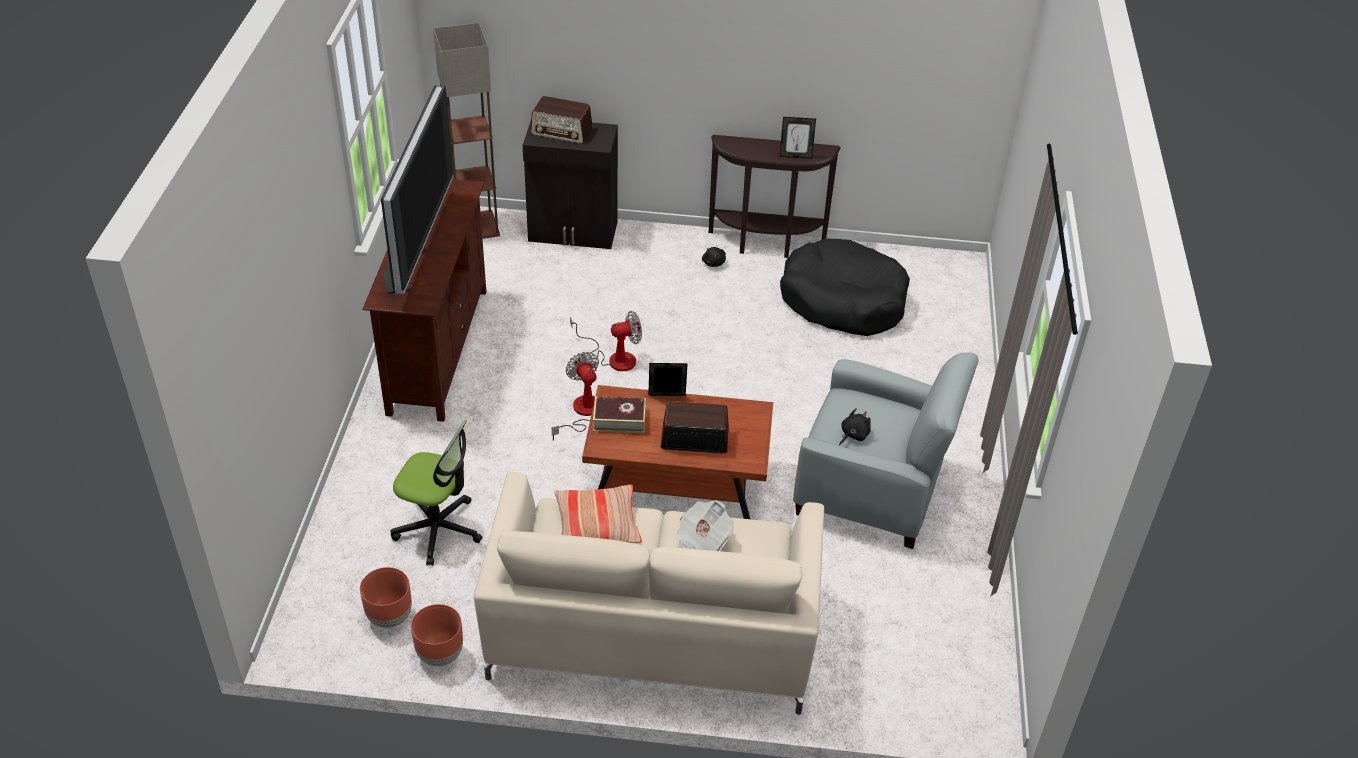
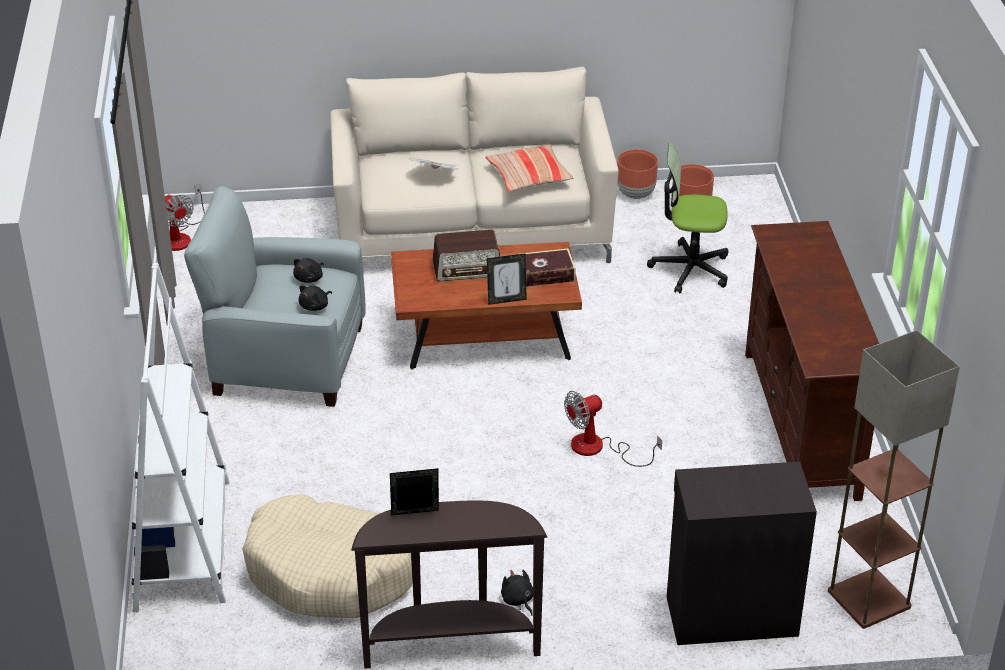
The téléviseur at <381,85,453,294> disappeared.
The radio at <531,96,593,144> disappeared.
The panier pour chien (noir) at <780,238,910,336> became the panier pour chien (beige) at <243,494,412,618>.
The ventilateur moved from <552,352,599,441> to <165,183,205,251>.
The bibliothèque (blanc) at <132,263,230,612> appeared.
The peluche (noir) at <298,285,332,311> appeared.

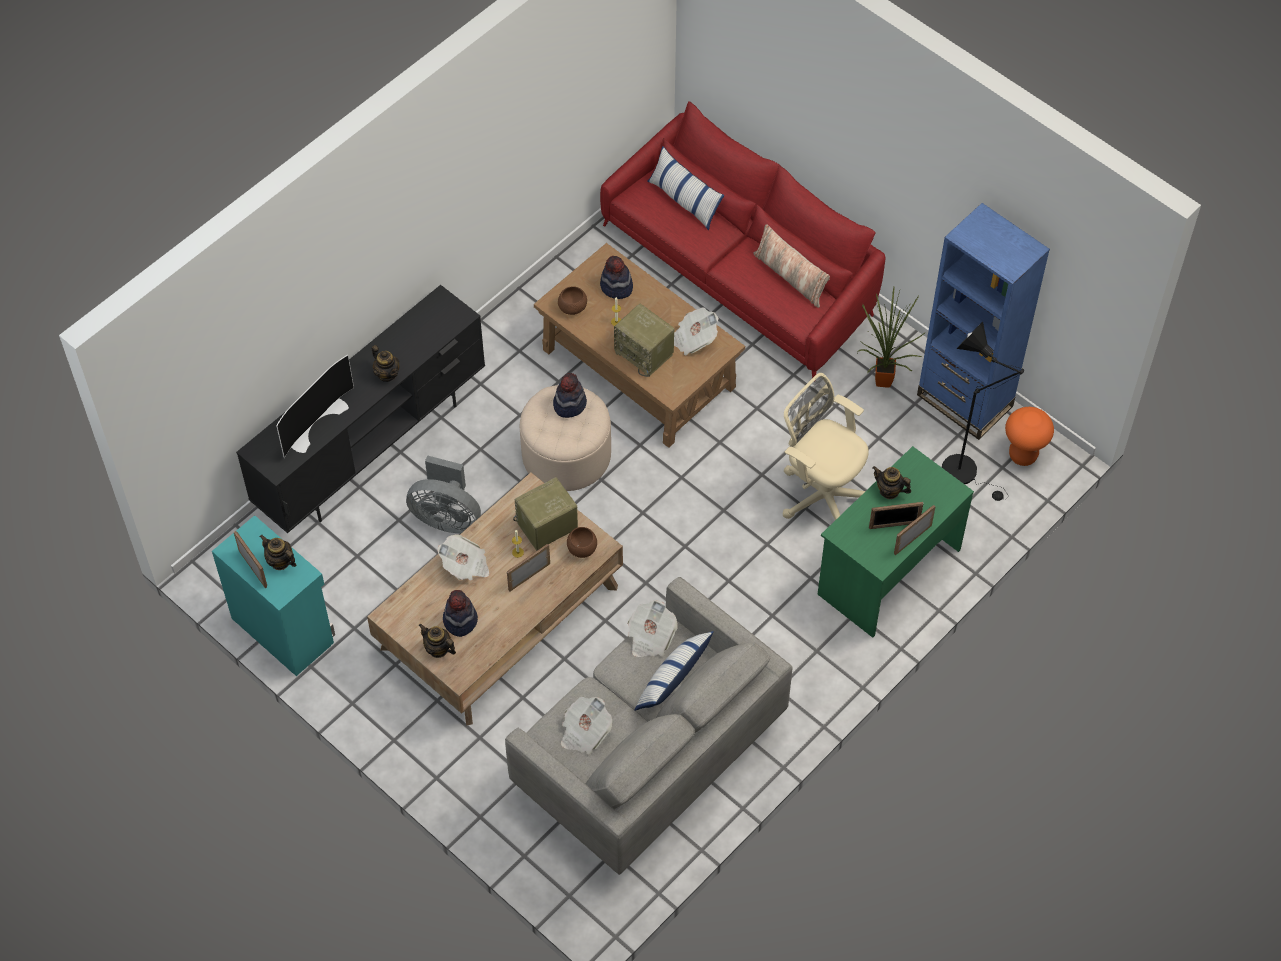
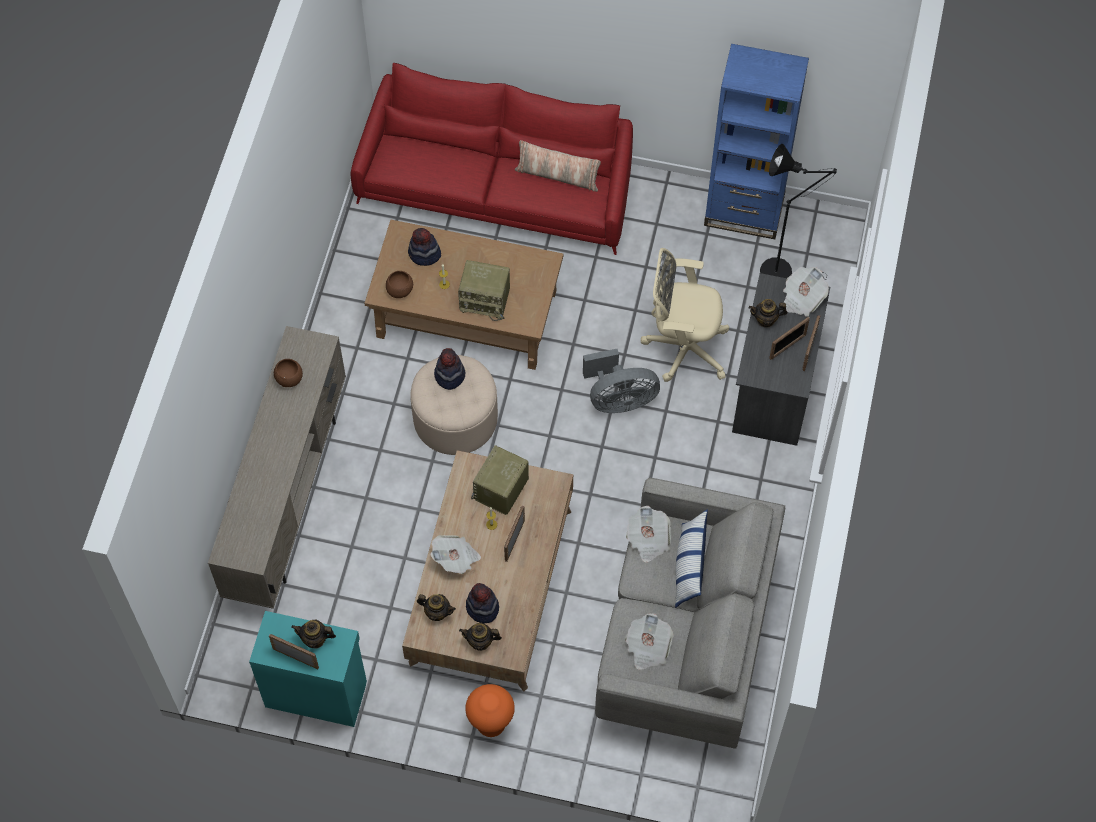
The coussin at <647,146,724,230> disappeared.
The meuble télé (noir) at <236,285,485,533> became the meuble télé (beige) at <208,326,346,609>.
The plante en pot at <857,287,926,388> disappeared.
The journal moved from <674,308,719,355> to <783,267,829,316>.
The théière moved from <372,345,400,382> to <417,594,456,621>.
The téléviseur at <276,355,354,458> disappeared.
The tabouret (orange) moved from <1005,407,1054,466> to <465,684,515,737>.
The bureau (vert) at <818,446,974,638> became the bureau (gris) at <732,273,830,446>.
The ventilateur (gris) moved from <406,455,481,533> to <583,349,660,413>.
The bol (marron) moved from <567,527,597,558> to <274,359,303,387>.

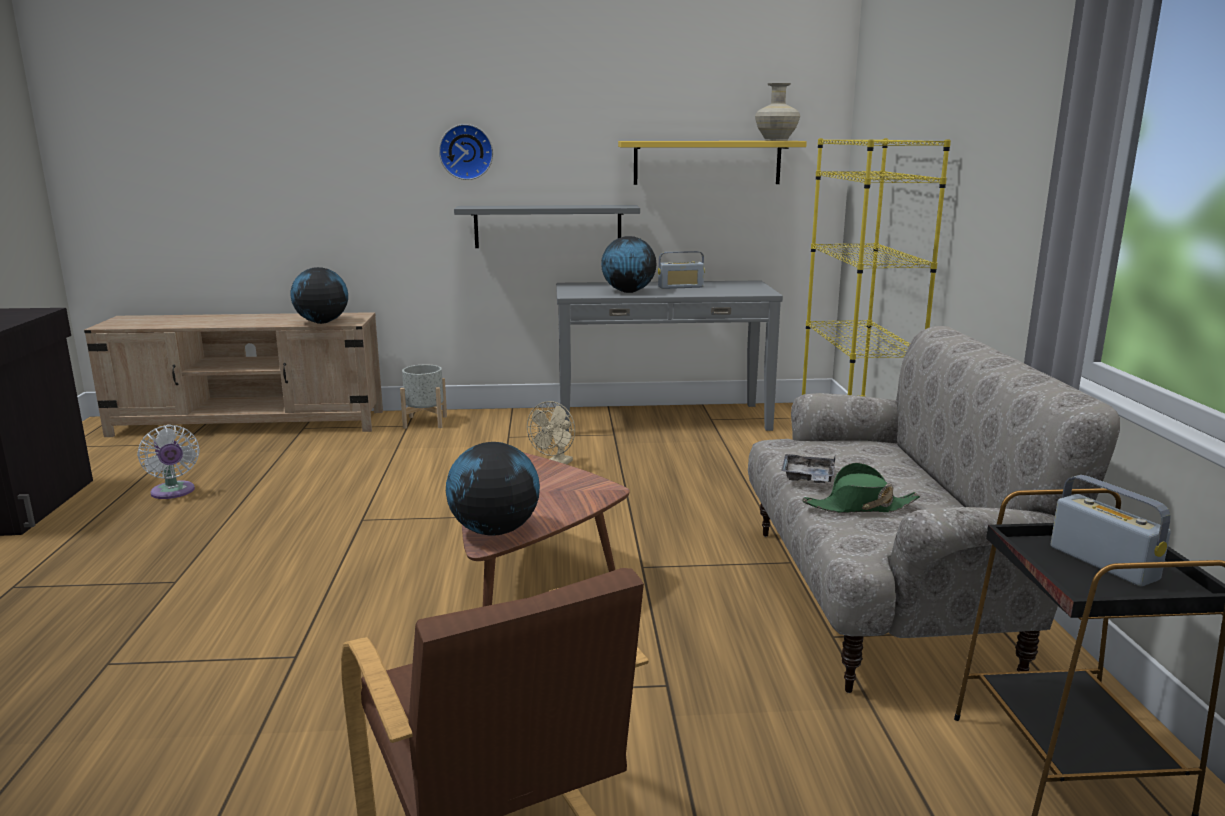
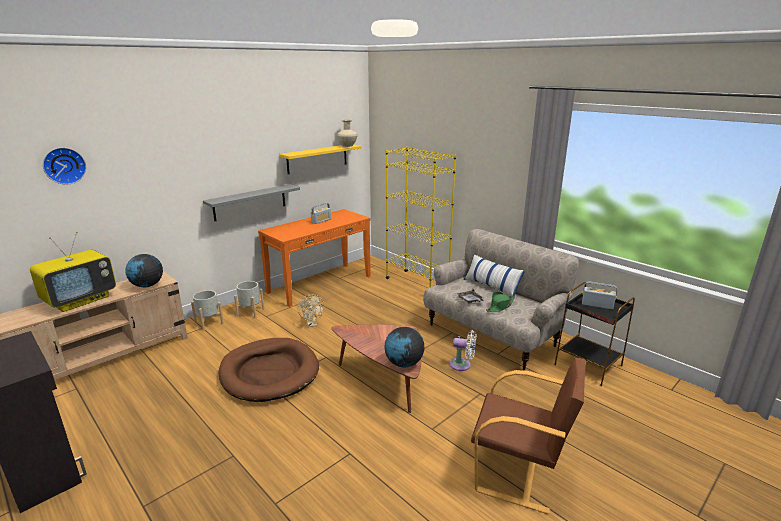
The horloge murale moved from <439,124,493,180> to <43,148,86,185>.
The globe at <601,236,656,293> disappeared.
The table console (gris) at <556,280,783,432> became the table console (orange) at <258,209,371,307>.
The ventilateur (blanc) moved from <137,425,200,499> to <449,330,477,371>.
The téléviseur at <30,232,116,312> appeared.
The coussin at <464,255,525,296> appeared.
The cache-pot (gris) at <234,281,264,318> appeared.
The panier pour chien (marron) at <219,338,319,402> appeared.

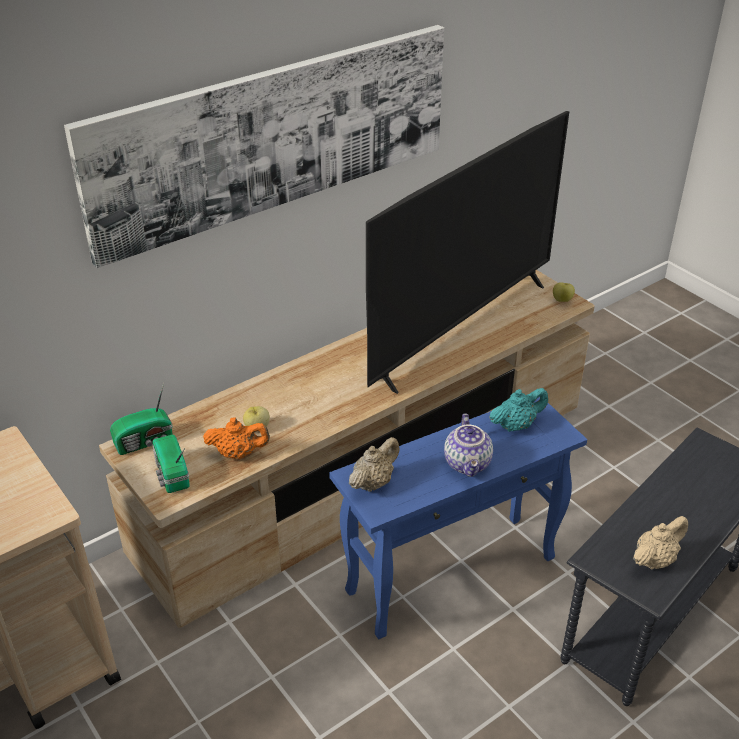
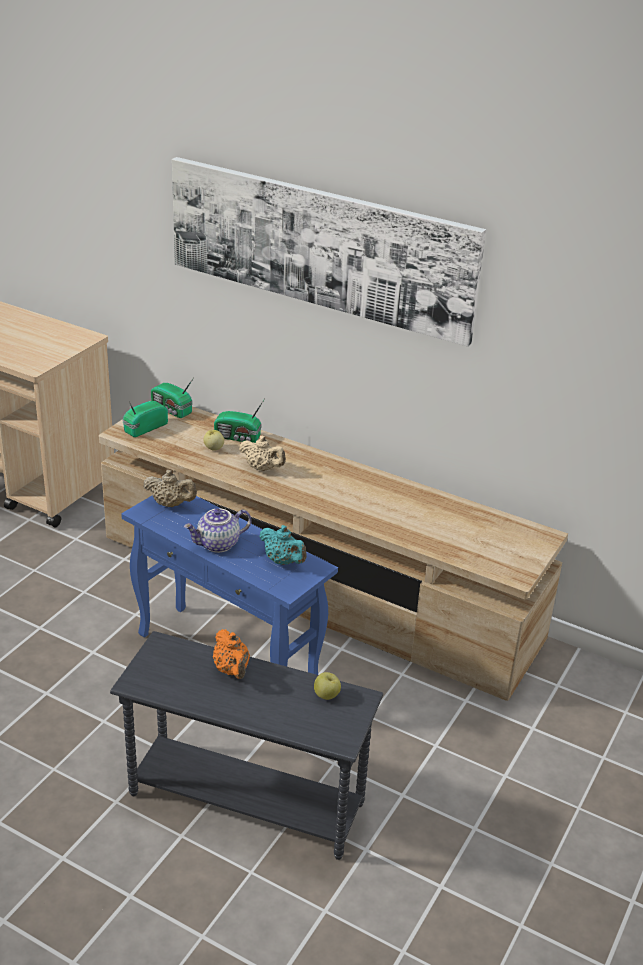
The téléviseur at <366,111,569,394> disappeared.
The pomme moved from <553,282,575,302> to <314,672,341,700>.
The théière (orange) moved from <203,417,270,459> to <213,629,250,679>.
The théière (beige) moved from <633,516,688,569> to <239,436,286,471>.
The radio at <214,398,265,443> appeared.

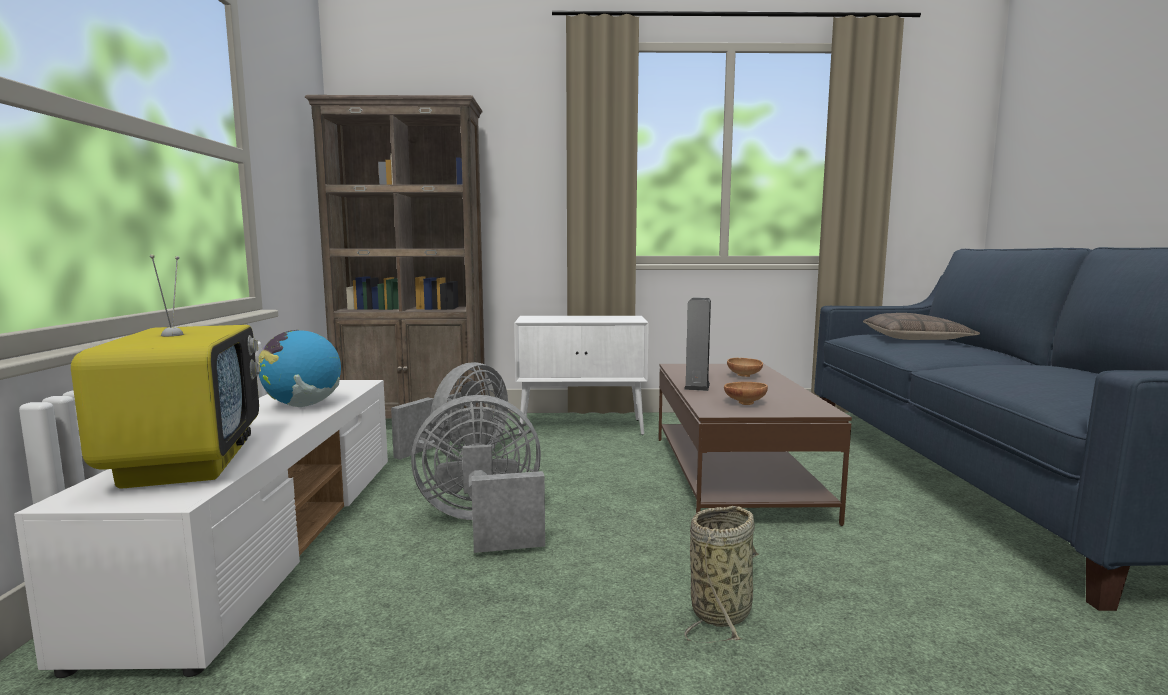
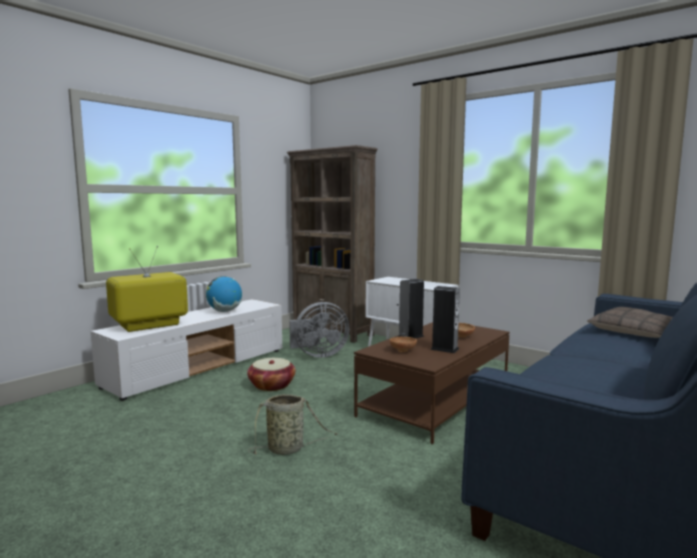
The téléviseur at <71,254,260,489> turned 150 degrees counterclockwise.
The ventilateur (gris) at <411,395,545,553> was replaced by the panier at <247,358,296,391>.
The enceinte at <430,286,460,353> appeared.

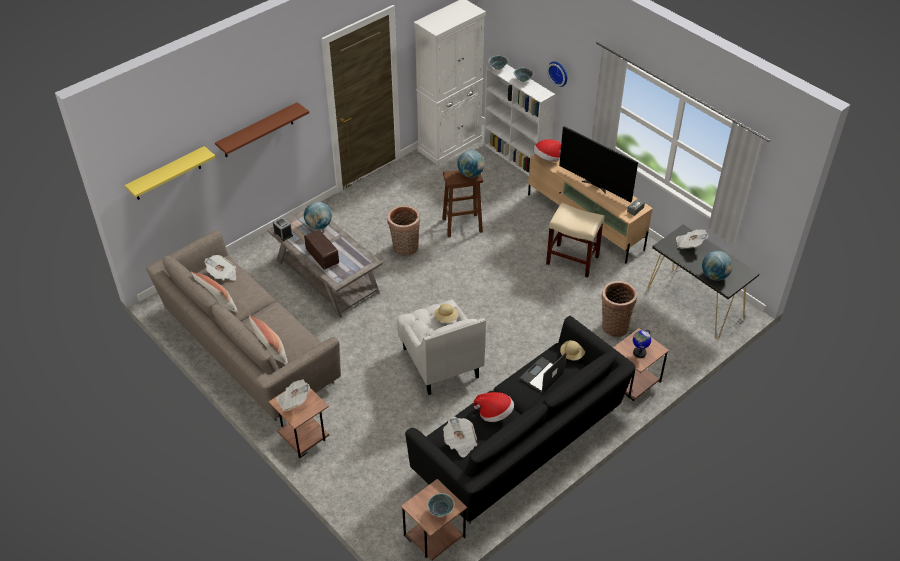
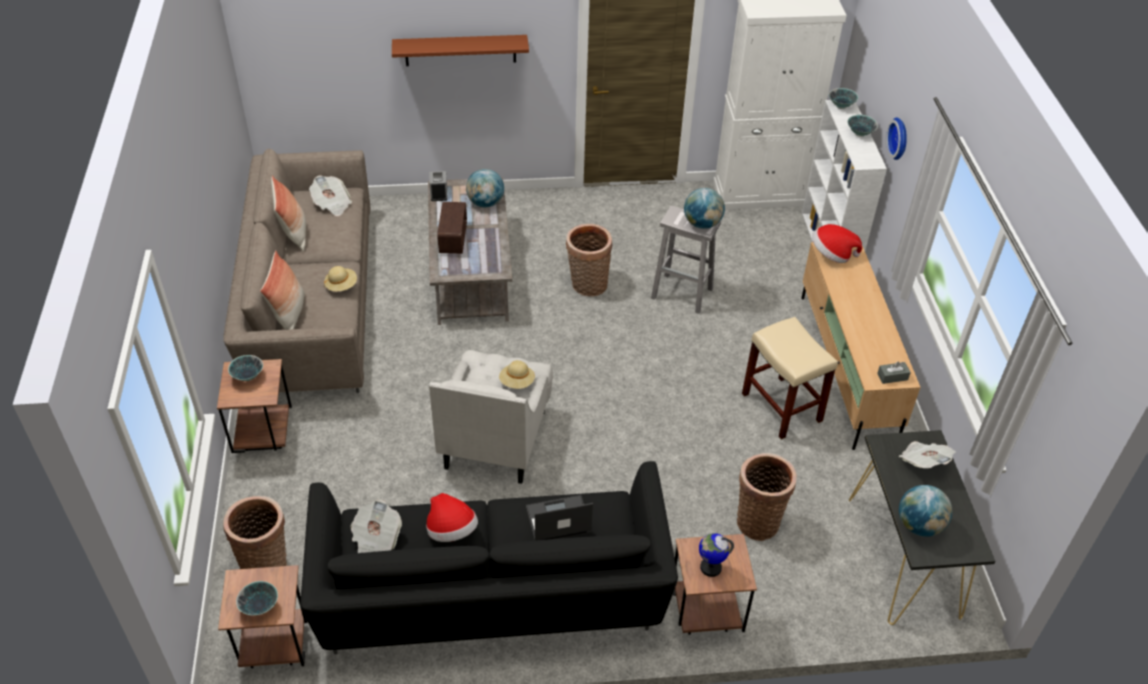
The téléviseur at <559,126,638,202> disappeared.
The étagère (jaune) at <125,146,216,200> disappeared.
The tabouret (marron) at <442,170,483,237> became the tabouret (blanc) at <651,206,721,314>.
The chapeau (beige) moved from <560,340,585,360> to <324,266,357,292>.
The journal at <276,379,310,411> was replaced by the bol at <228,355,263,381>.
The panier at <223,496,287,569> appeared.

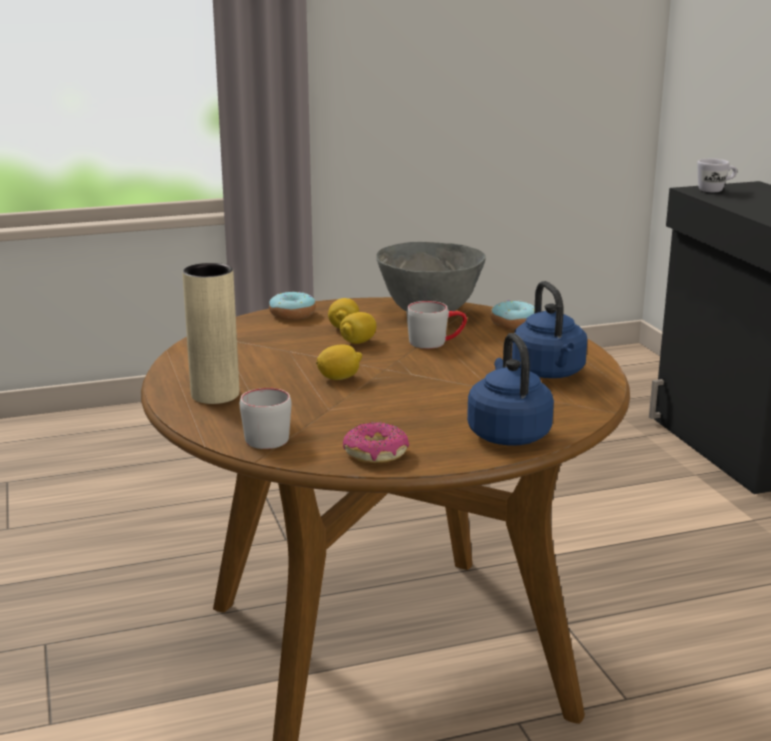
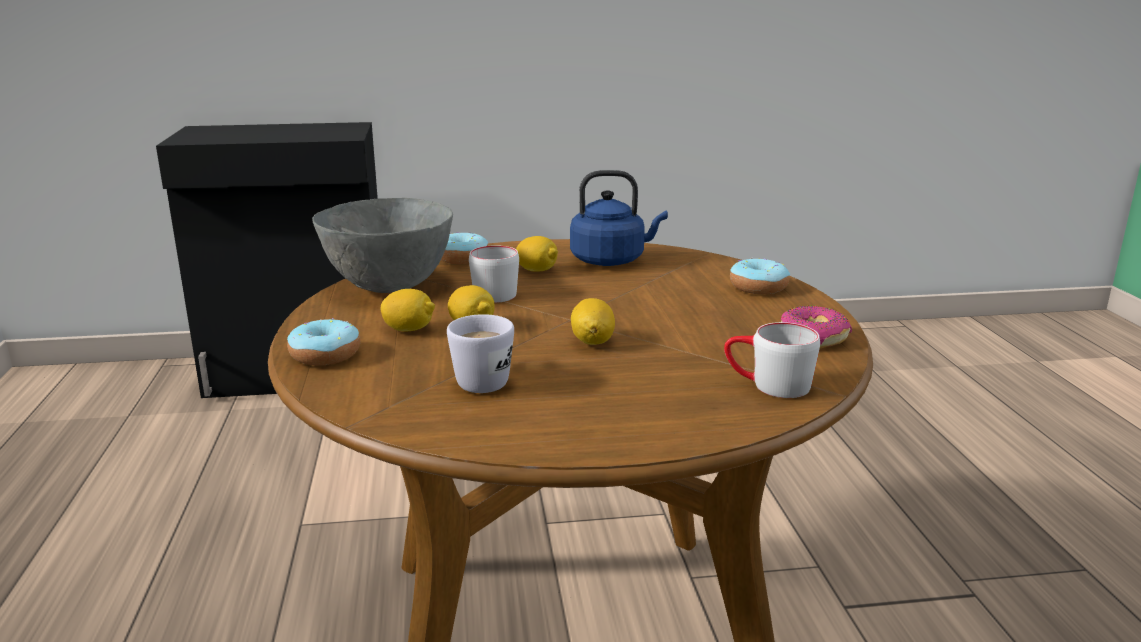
The mug (blanc) moved from <697,159,737,192> to <447,314,514,393>.
The vase (beige) at <182,263,239,404> disappeared.
The bouilloire (bleu) at <467,333,554,445> was replaced by the beignet at <730,257,790,294>.
The citron at <516,236,558,272> appeared.

